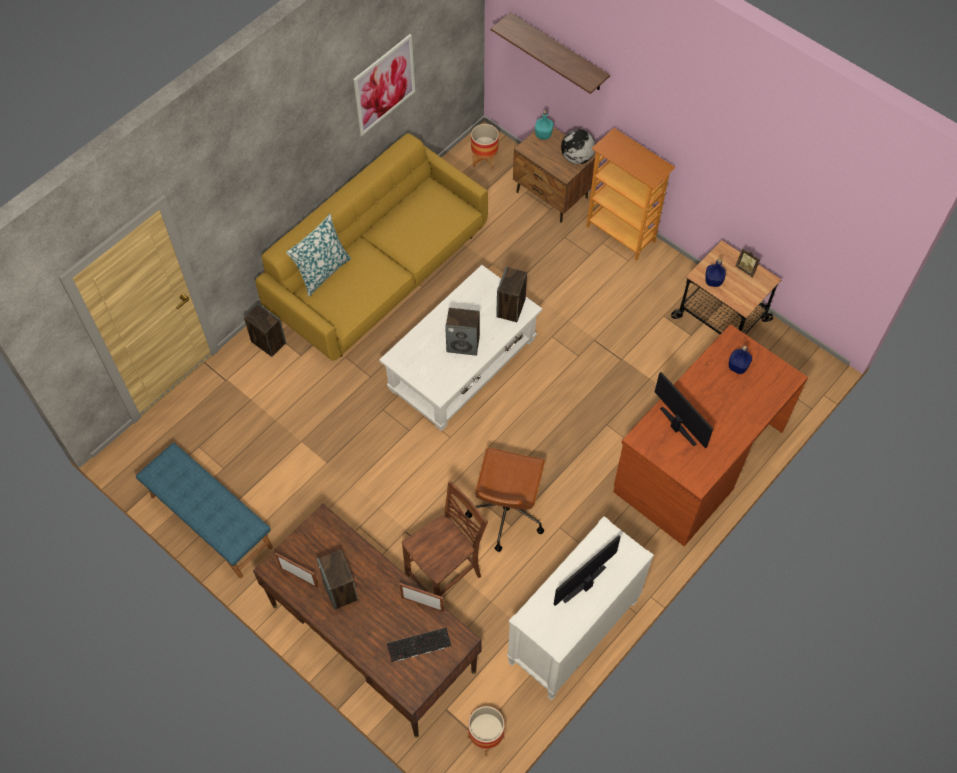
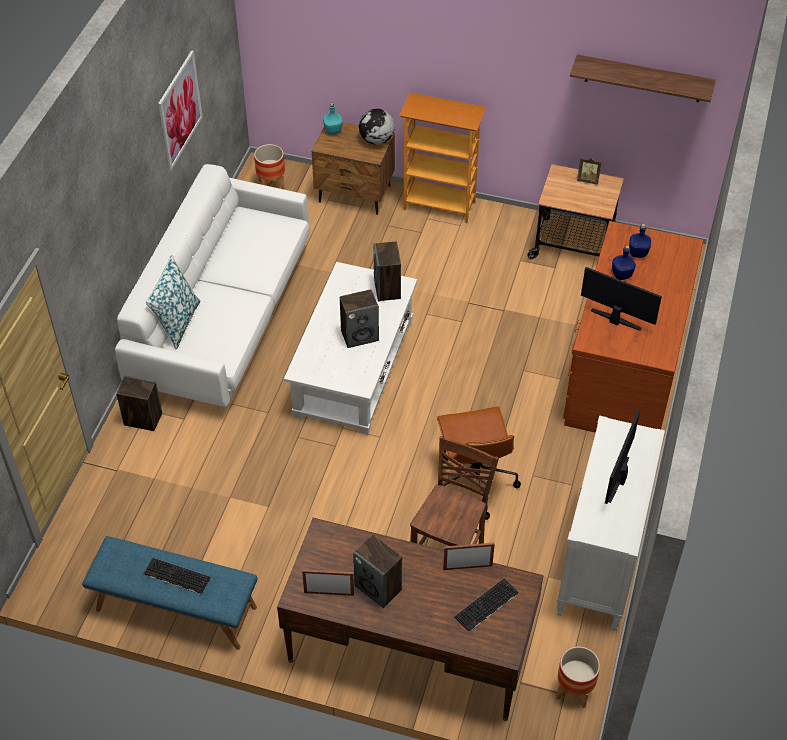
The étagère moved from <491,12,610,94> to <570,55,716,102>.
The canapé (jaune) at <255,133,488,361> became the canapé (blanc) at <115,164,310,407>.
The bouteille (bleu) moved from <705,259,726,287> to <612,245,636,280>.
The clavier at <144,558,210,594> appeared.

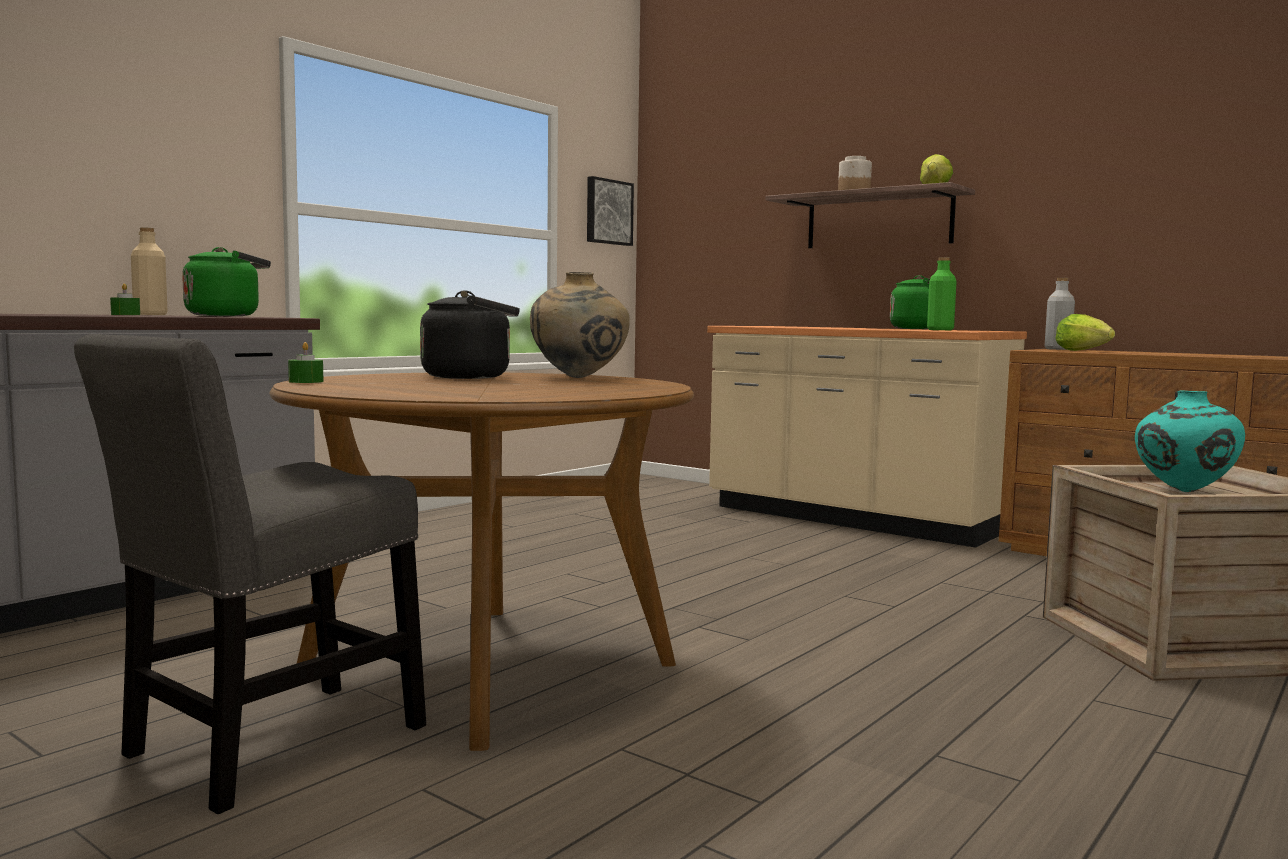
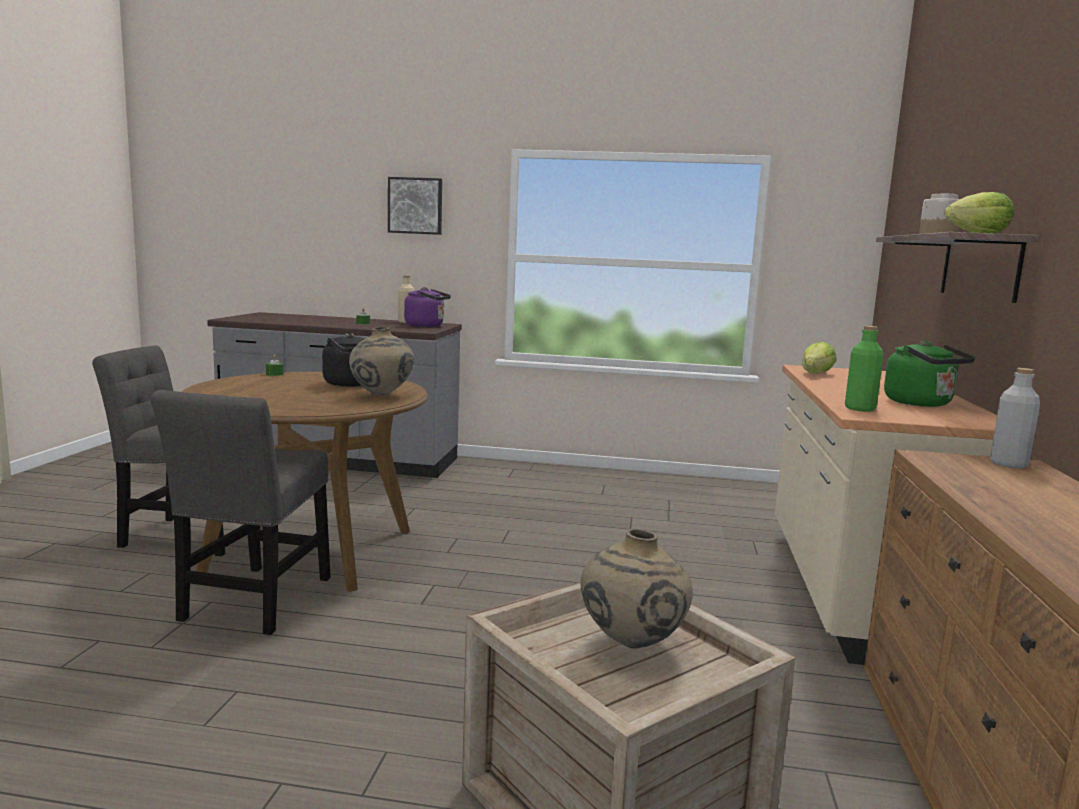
The tableau moved from <587,176,634,246> to <388,177,442,235>.
The bouilloire (vert) at <182,247,271,316> became the bouilloire (violet) at <404,287,451,327>.
The laitue moved from <1055,314,1115,351> to <802,342,837,373>.
The vase (turquoise) at <1135,391,1245,492> became the vase (beige) at <580,529,693,649>.
The chaise (gris) at <151,390,331,635> appeared.

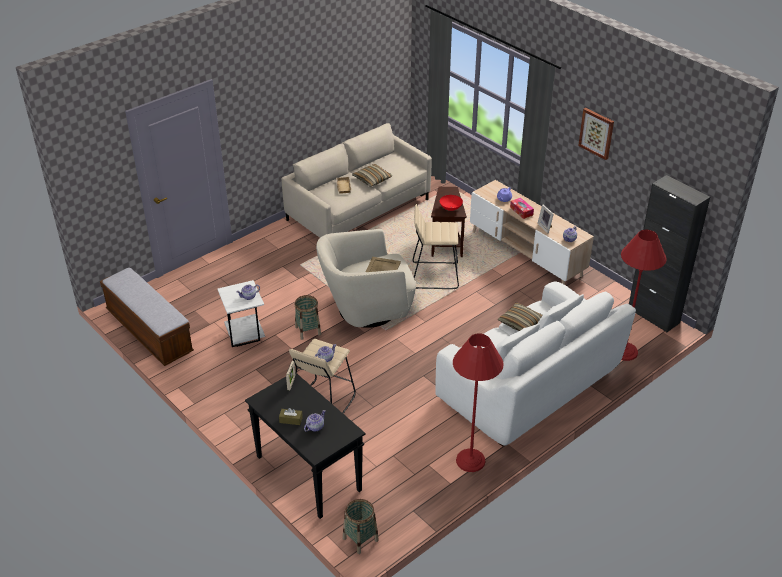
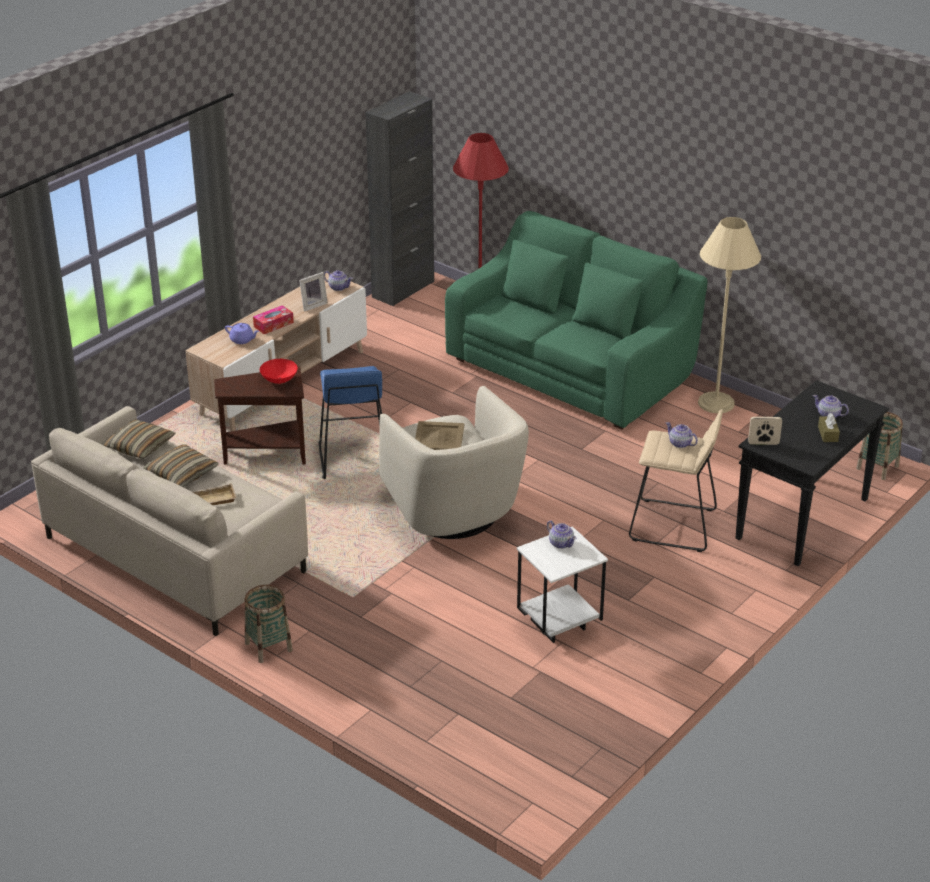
The tableau at <578,108,614,160> disappeared.
The tabouret (beige) at <413,204,459,289> became the tabouret (bleu) at <319,366,382,479>.
The banc at <100,268,194,366> disappeared.
The canapé (blanc) at <435,281,636,447> became the canapé (vert) at <445,211,708,429>.
The panier moved from <294,295,321,340> to <244,585,293,663>.
The coussin moved from <498,303,543,331> to <103,419,176,459>.
The lampadaire (rouge) at <453,333,504,472> became the lampadaire (beige) at <698,217,761,413>.

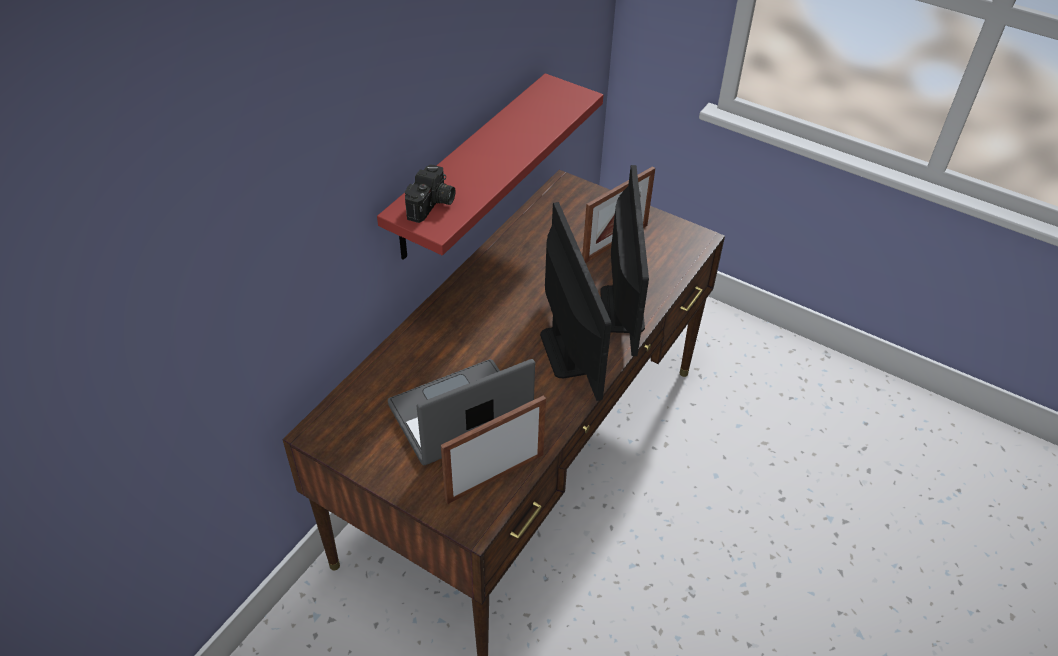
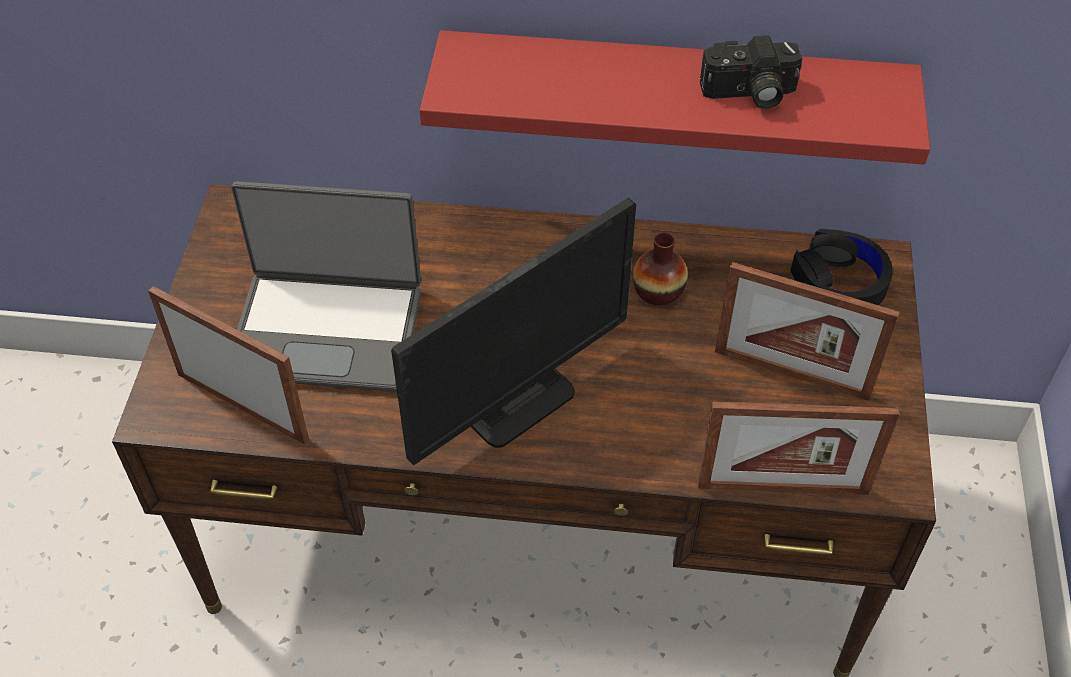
The appareil photo moved from <405,164,455,223> to <700,35,802,109>.
The écran d'ordinateur at <600,165,649,356> disappeared.
The ordinateur portable at <388,359,535,465> turned 150 degrees clockwise.
The casque audio (noir) at <791,229,892,305> appeared.
The vase at <633,232,688,305> appeared.
The cadre photo at <698,401,899,495> appeared.

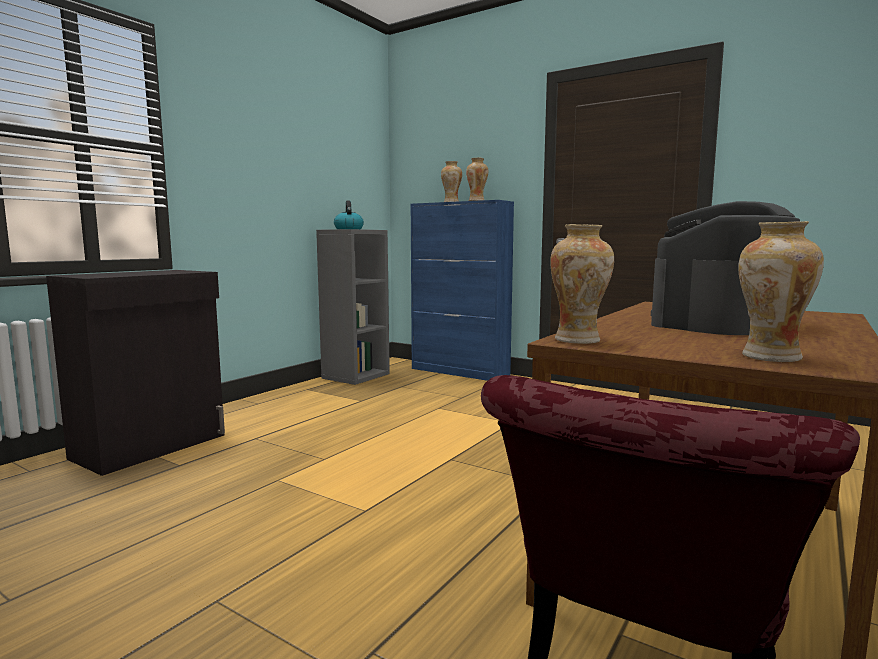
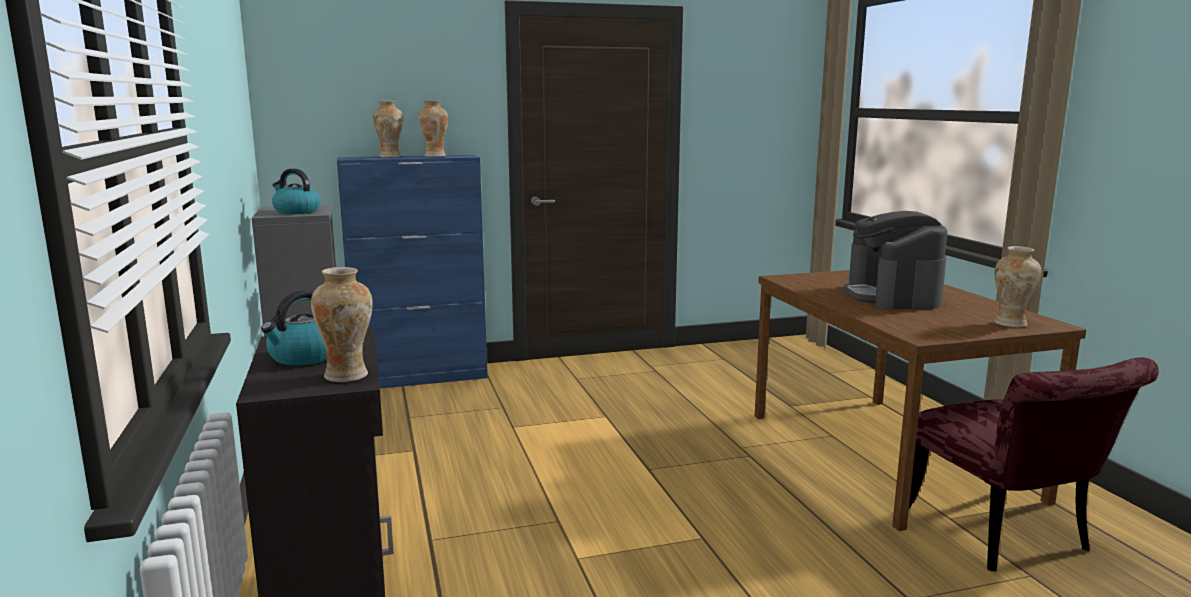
The vase moved from <551,224,614,344> to <311,267,373,382>.
The bouilloire at <261,290,327,365> appeared.

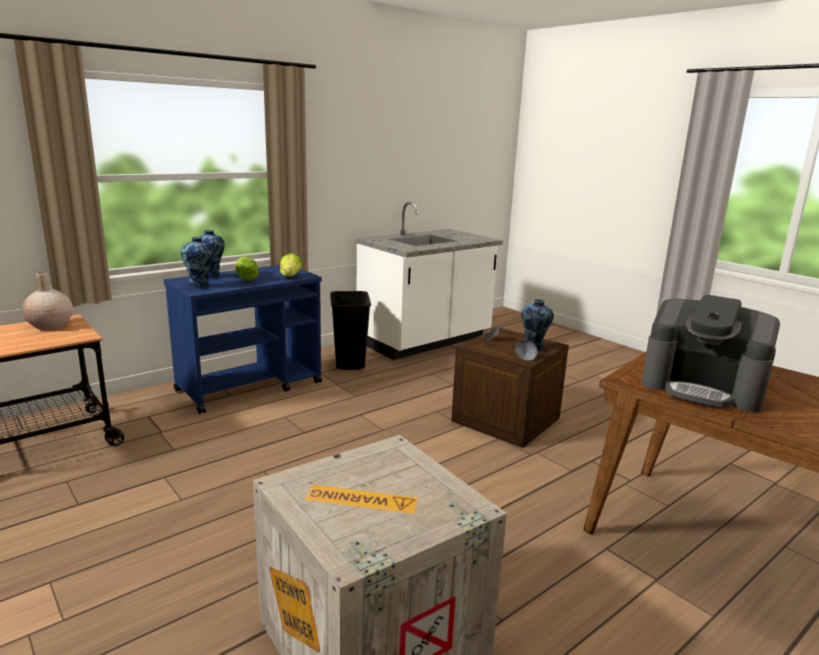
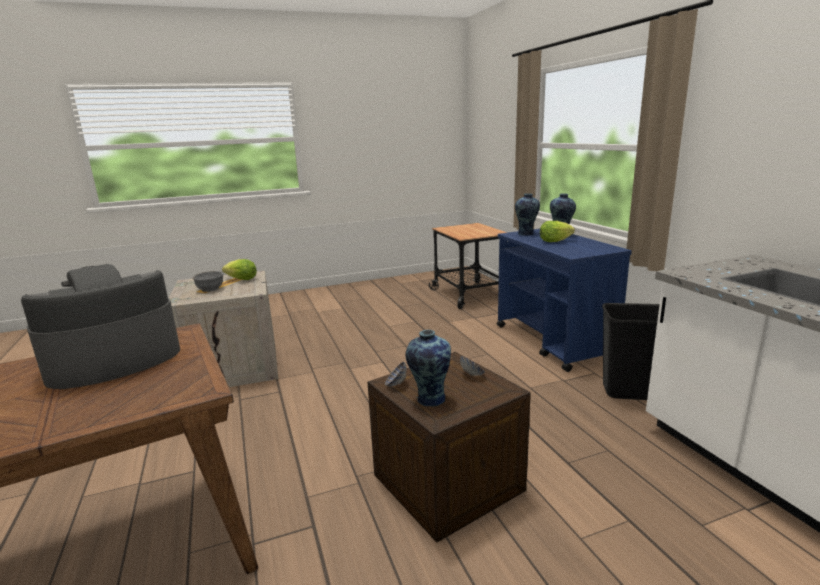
The laitue moved from <280,253,302,277> to <222,259,257,280>.
The vase (beige) at <21,272,73,330> disappeared.
The bol (gris) at <193,271,223,292> appeared.

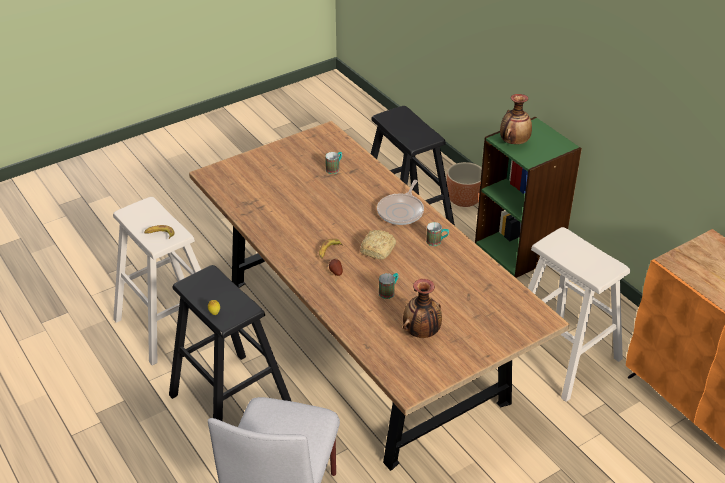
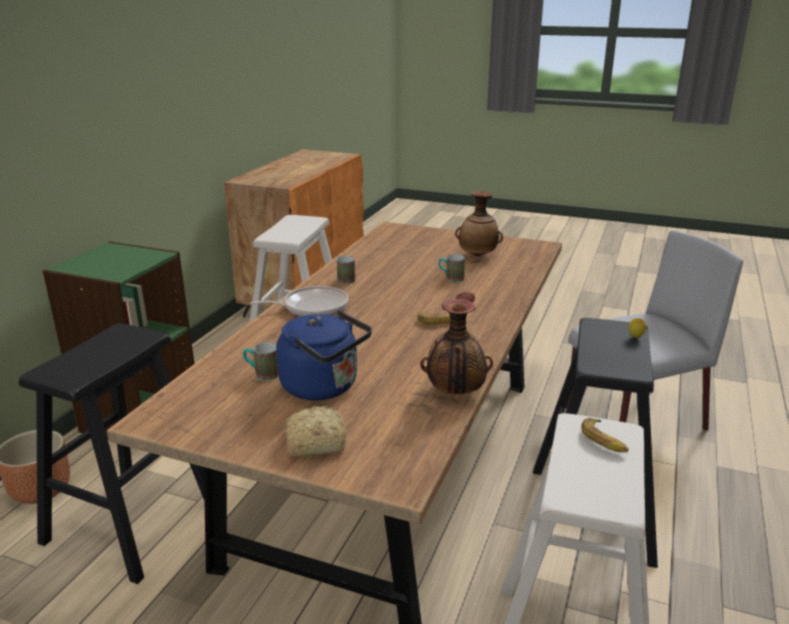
The vase moved from <500,94,532,144> to <420,299,493,394>.
The pain moved from <360,230,396,260> to <285,406,346,457>.
The bouilloire (bleu) at <276,310,372,400> appeared.

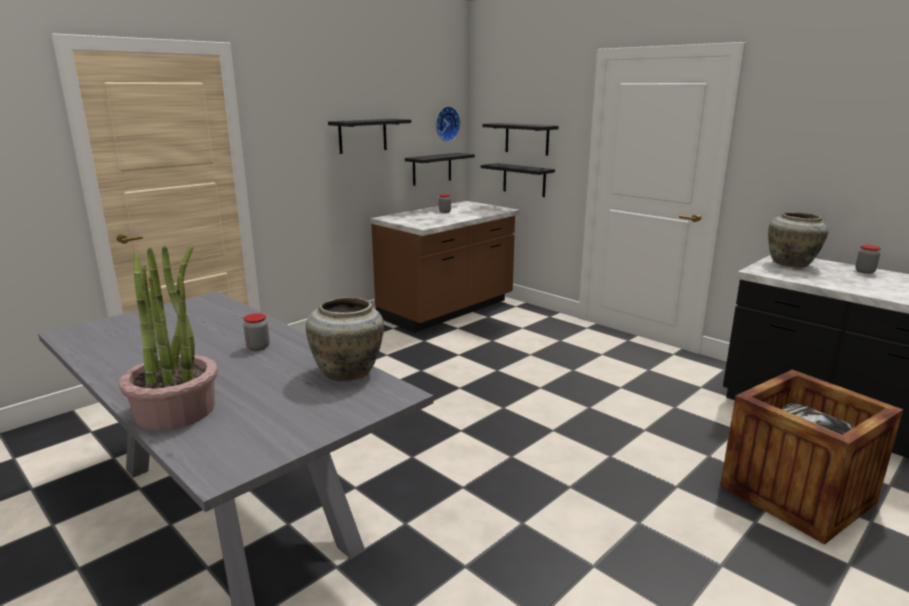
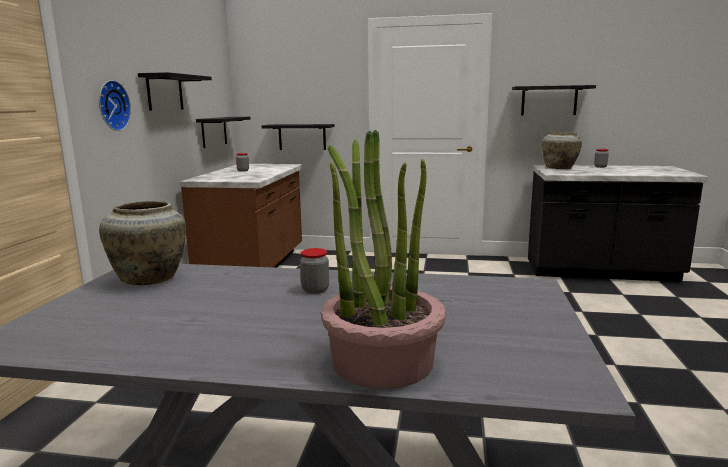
The horloge murale moved from <436,106,460,142> to <99,80,131,131>.
The étagère (noir) moved from <482,123,559,156> to <512,85,596,115>.
The vase (beige) moved from <306,297,384,381> to <99,201,186,285>.
The caisse at <720,369,903,545> disappeared.

